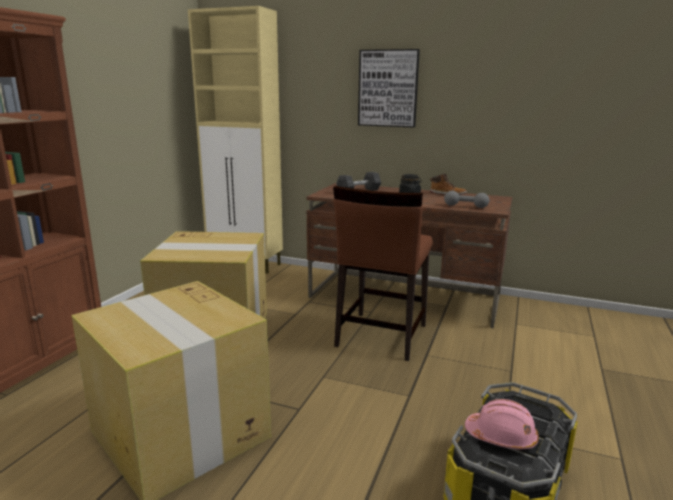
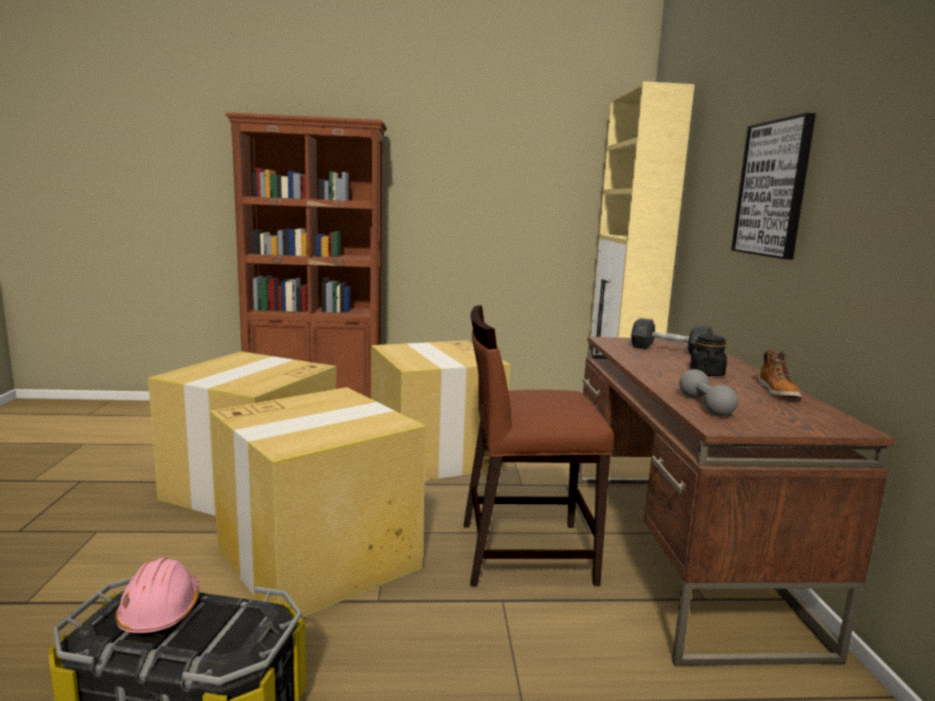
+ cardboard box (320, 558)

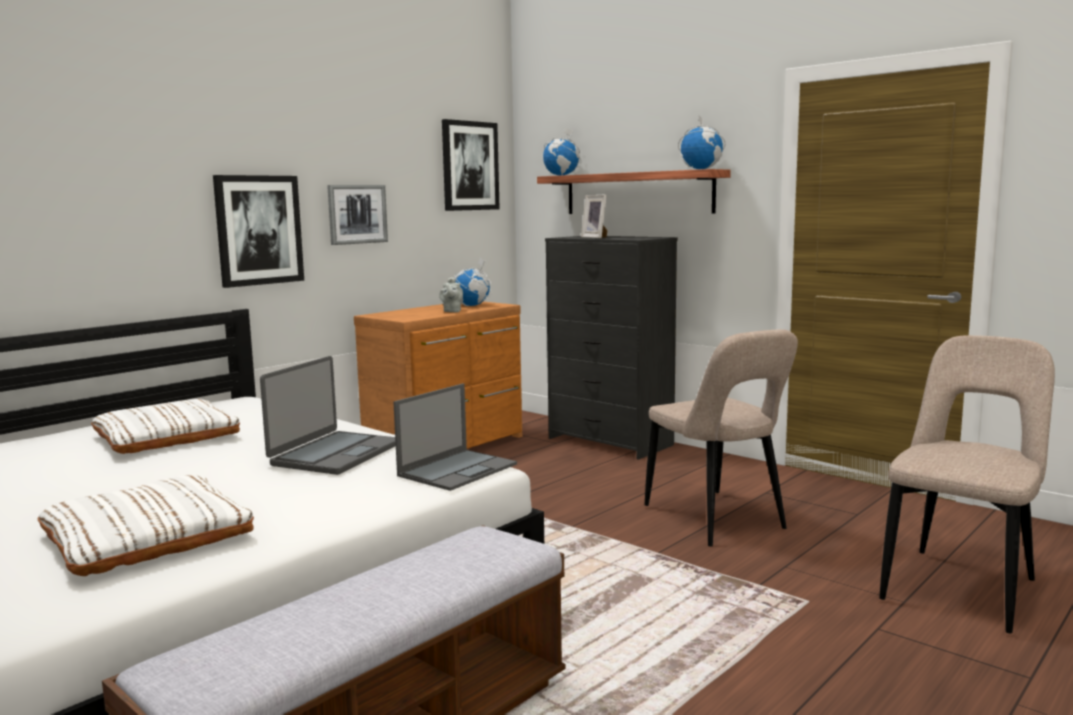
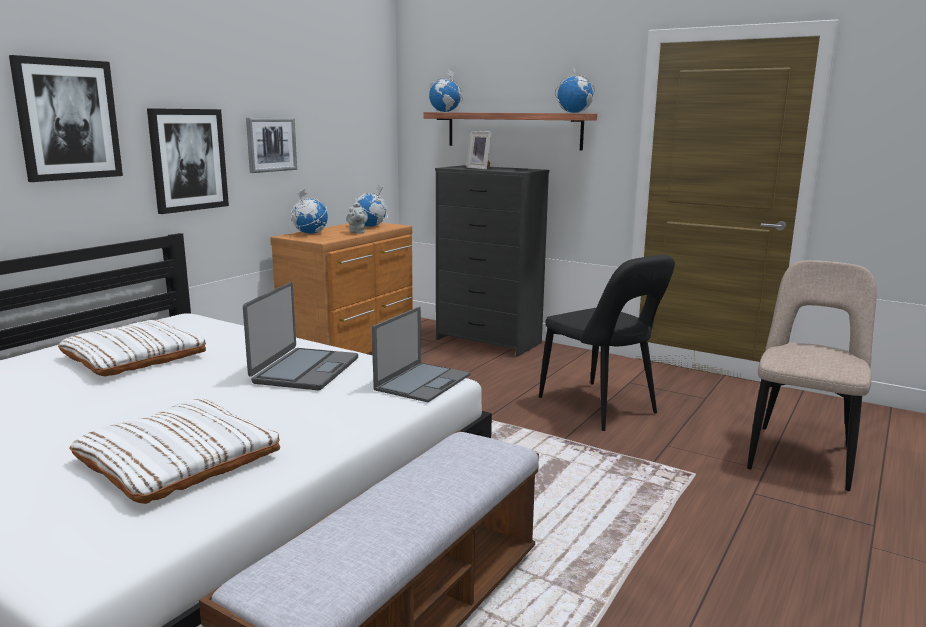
+ globe (310, 233)
~ picture (470, 166) to (68, 120)
~ chair in beige (717, 520) to chair in black (601, 408)

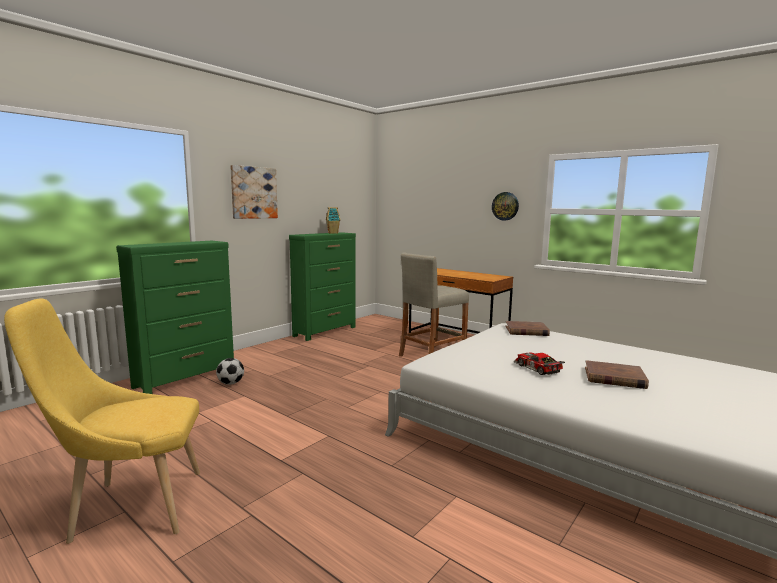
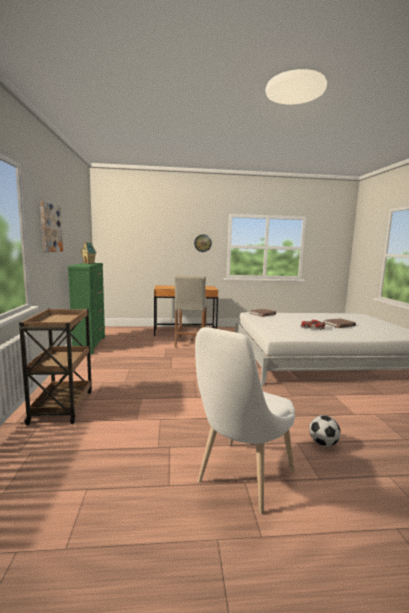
~ football (230, 383) to (323, 444)
~ dresser in green (186, 378) to cart in brown (62, 406)
~ chair in yellow (129, 507) to chair in white (242, 479)

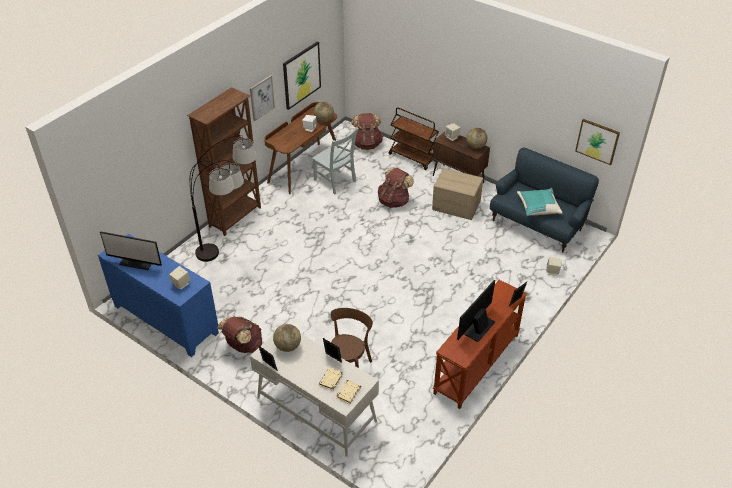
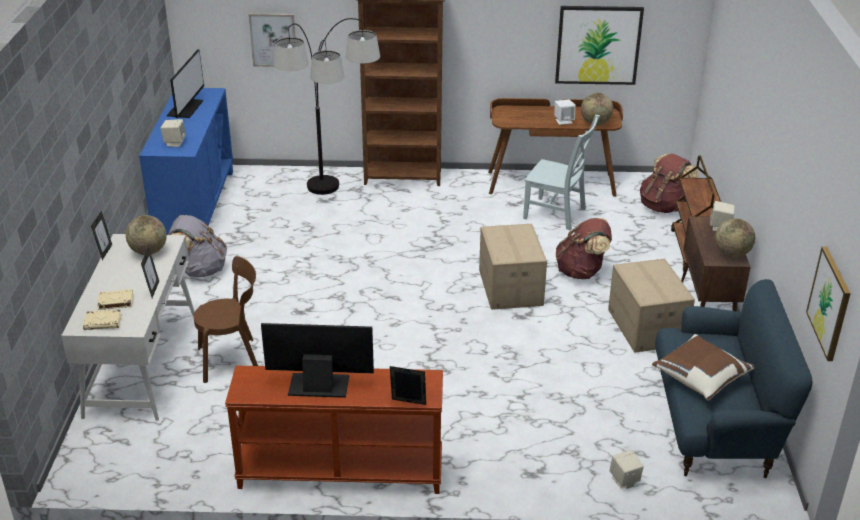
+ cardboard box (509, 287)
~ picture (261, 97) to (273, 39)
~ backpack in brown (243, 346) to backpack in grey (200, 270)
~ pillow in turquoise (538, 208) to pillow in brown (700, 378)
~ monitor (137, 261) = (186, 108) 150 degrees counterclockwise
~ chair in grey (335, 181) = (557, 214) 75 degrees counterclockwise

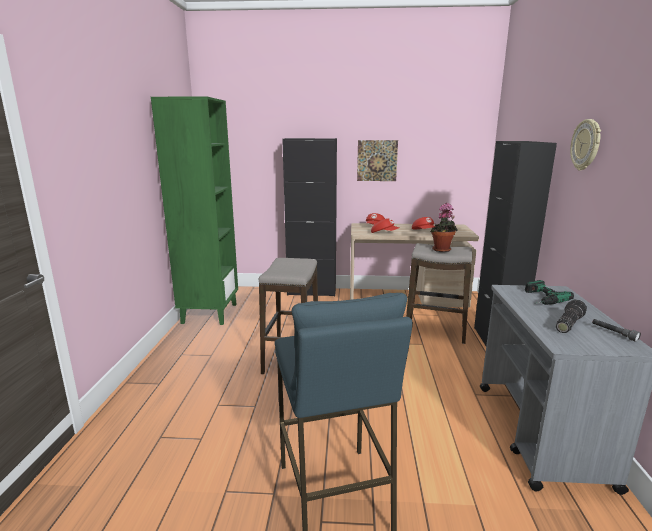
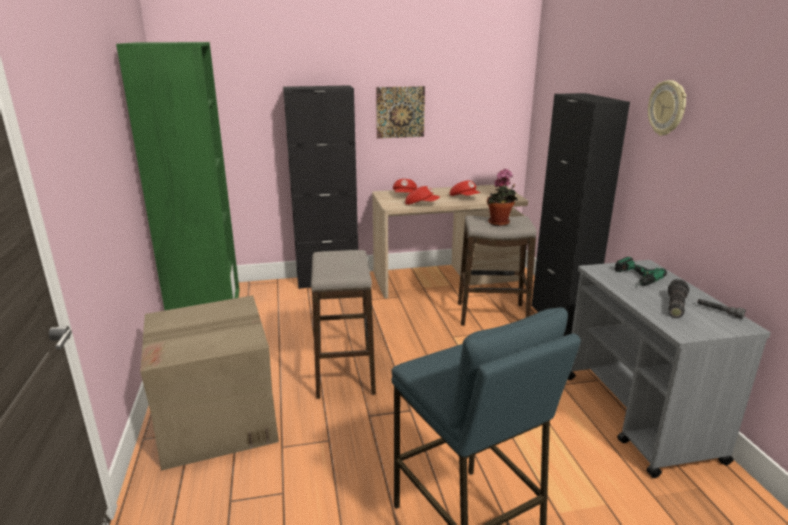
+ cardboard box (218, 420)

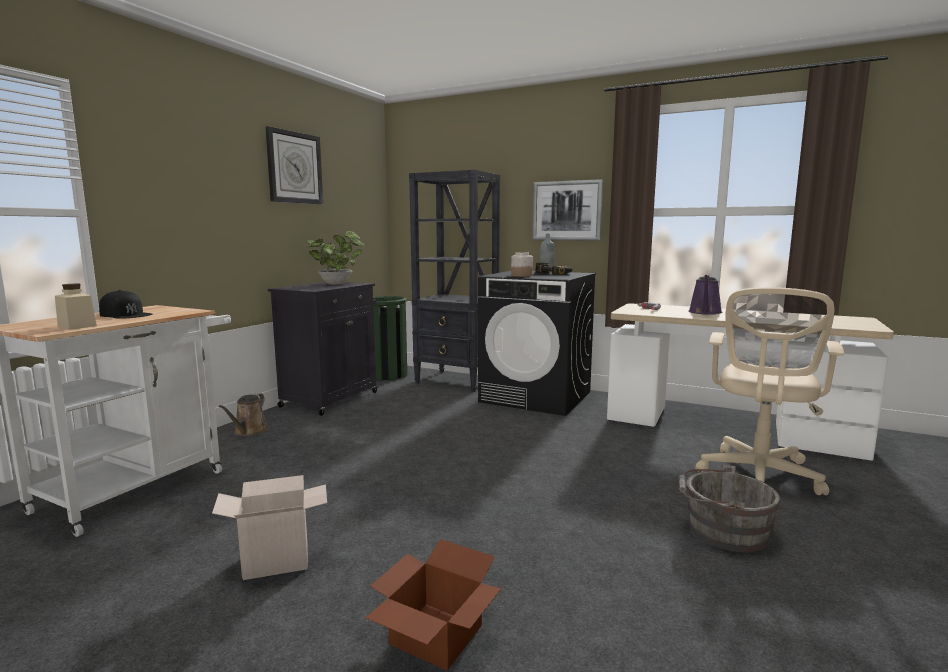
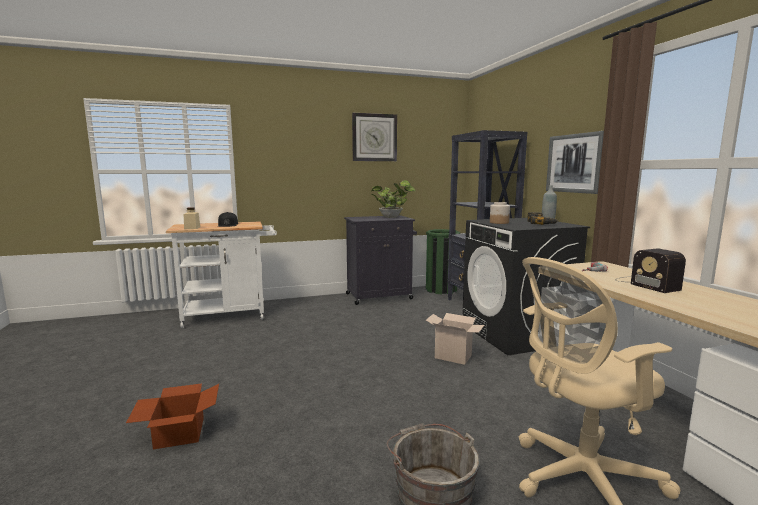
- watering can in brown (249, 431)
~ cardboard box (278, 560) to (454, 356)
~ watering can in purple (705, 312) to radio (644, 283)

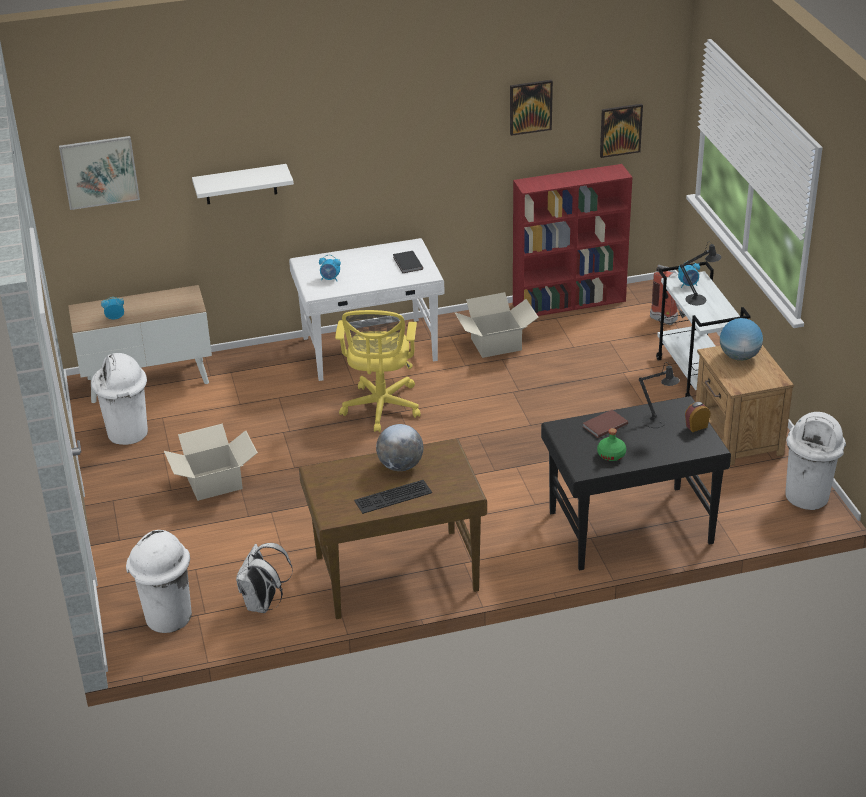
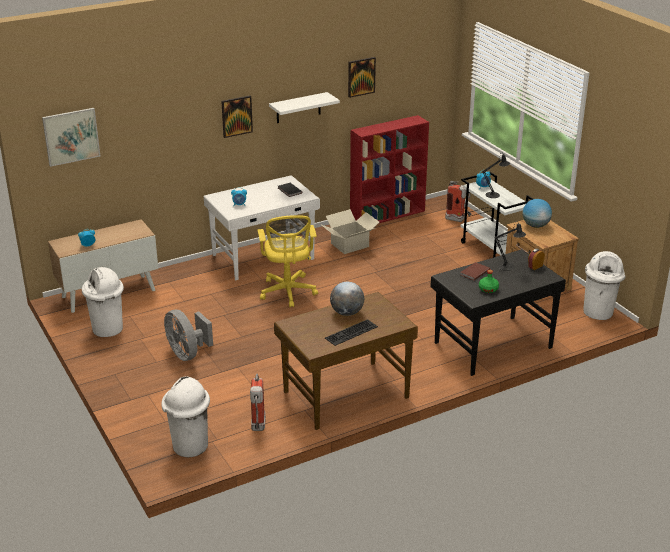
~ shelf in white (240, 184) to (298, 108)
~ picture (620, 130) to (236, 116)
~ cardboard box (215, 483) to fan in grey (187, 353)
~ backpack in white (263, 604) to fire extinguisher (258, 427)

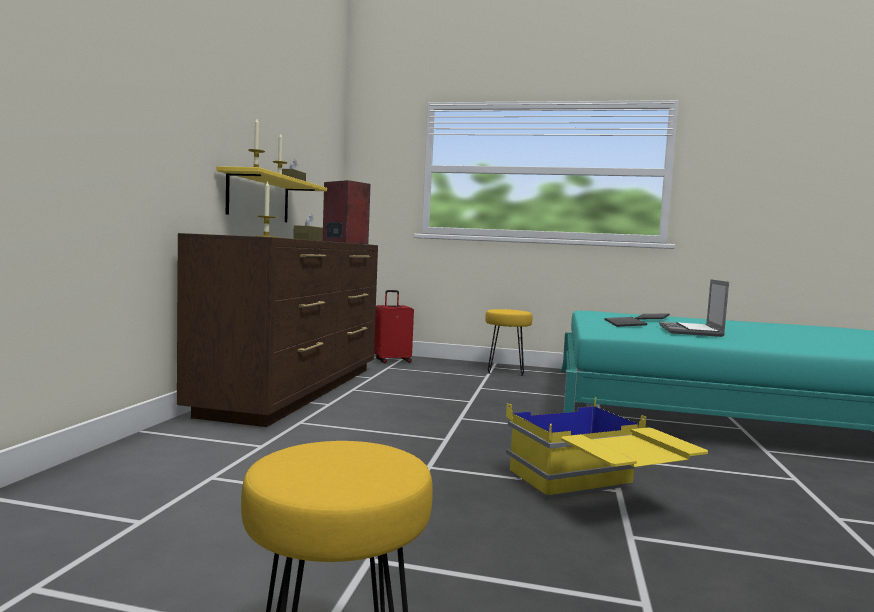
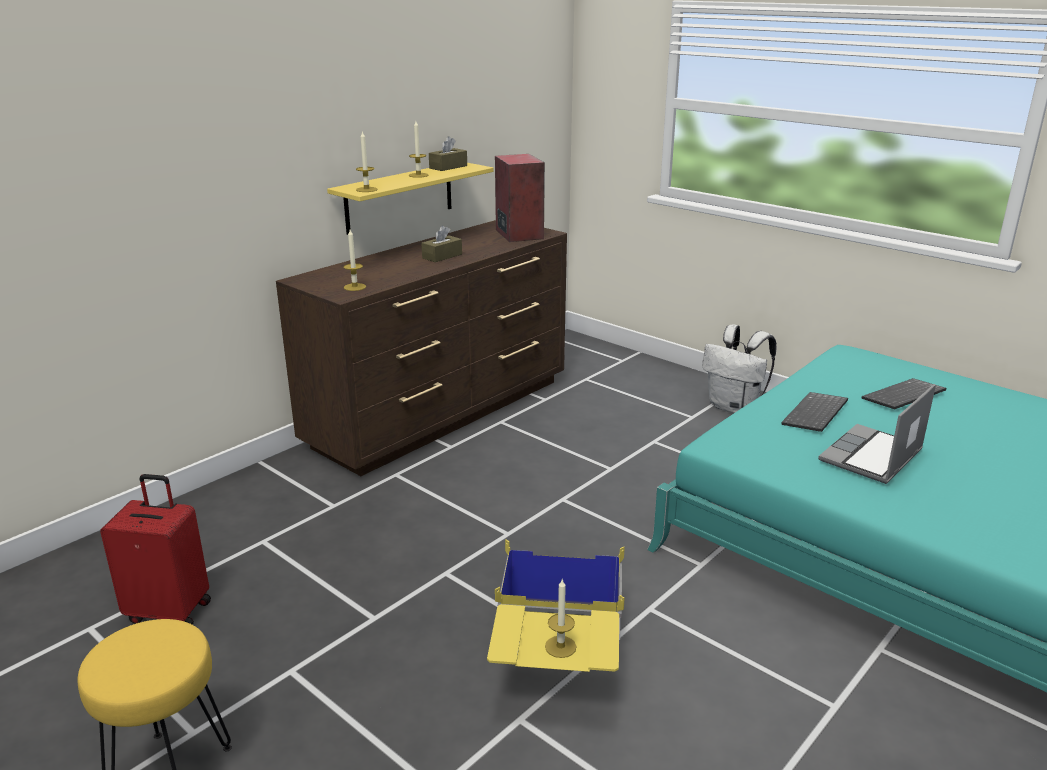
+ candle (560, 646)
~ suitcase in red (392, 361) to (170, 610)
~ stool in yellow (506, 371) to backpack in white (735, 407)

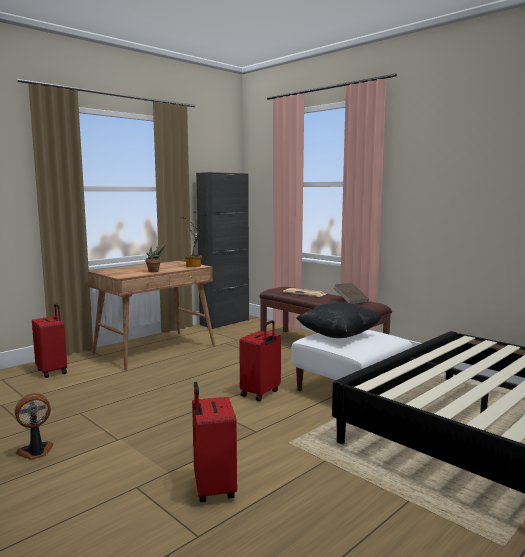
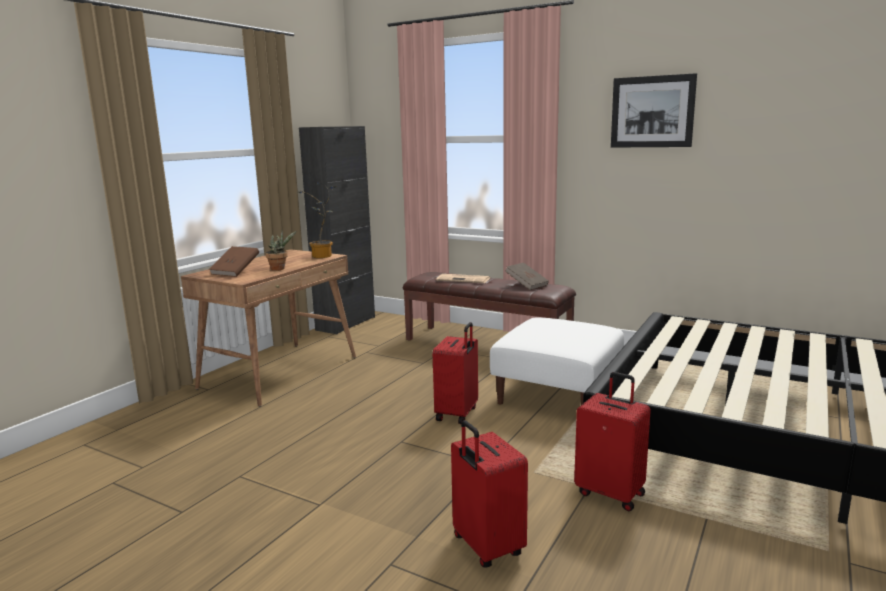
- fan (36, 452)
- pillow in black (338, 335)
+ book in brown (235, 272)
+ picture (652, 112)
~ suitcase in red (52, 371) to (611, 493)

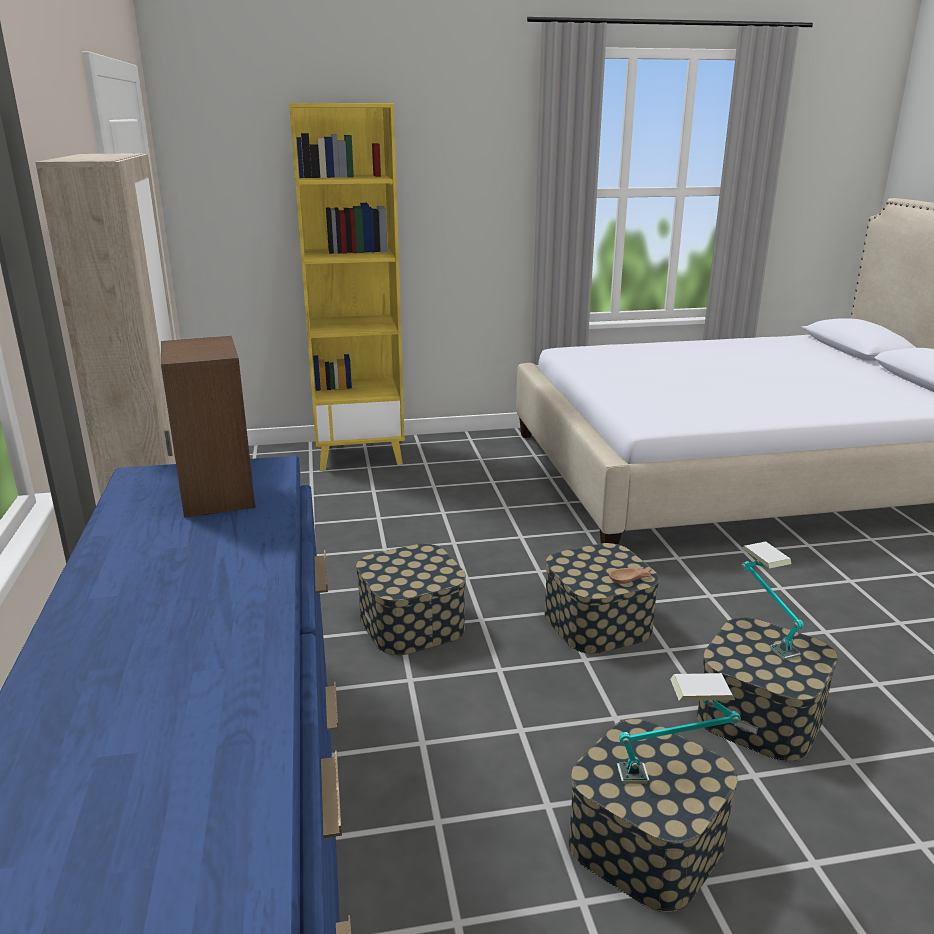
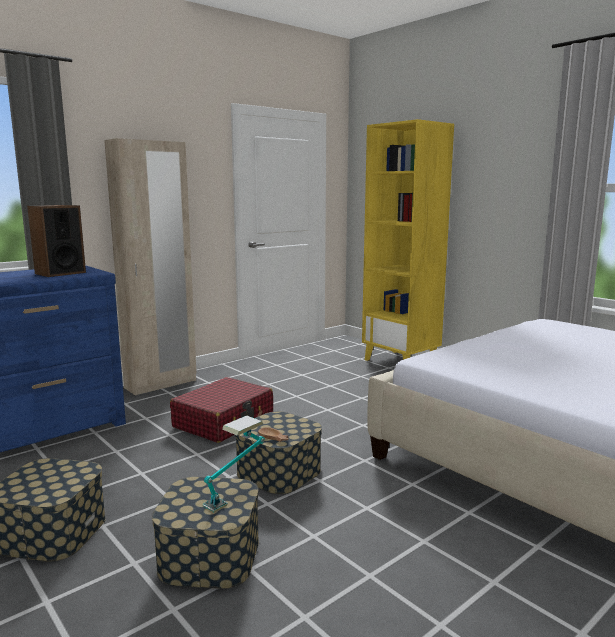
- table lamp (673, 773)
~ storage box (411, 623) to suitcase in red (224, 421)

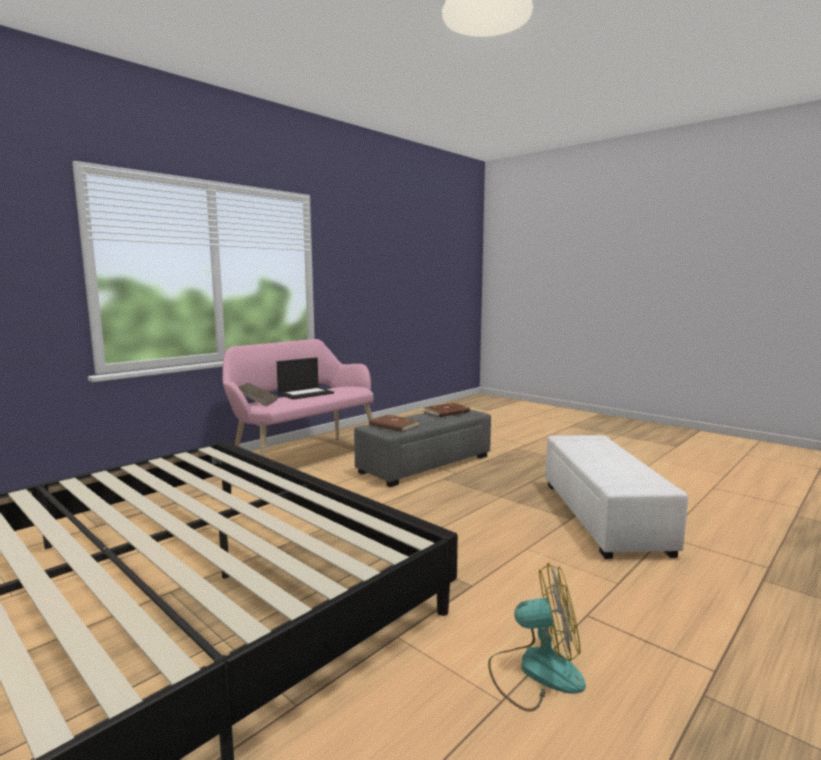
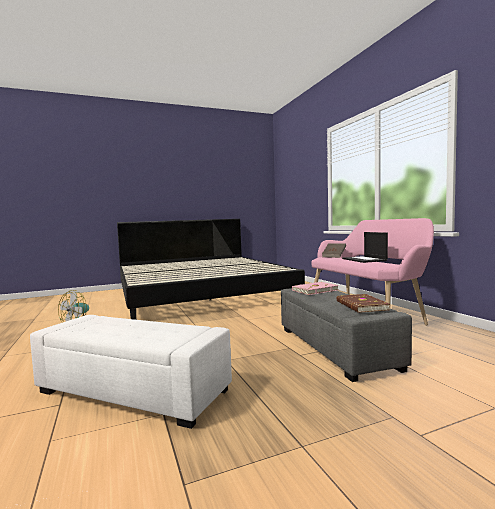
~ book in brown (394, 425) to book in pink (314, 290)

